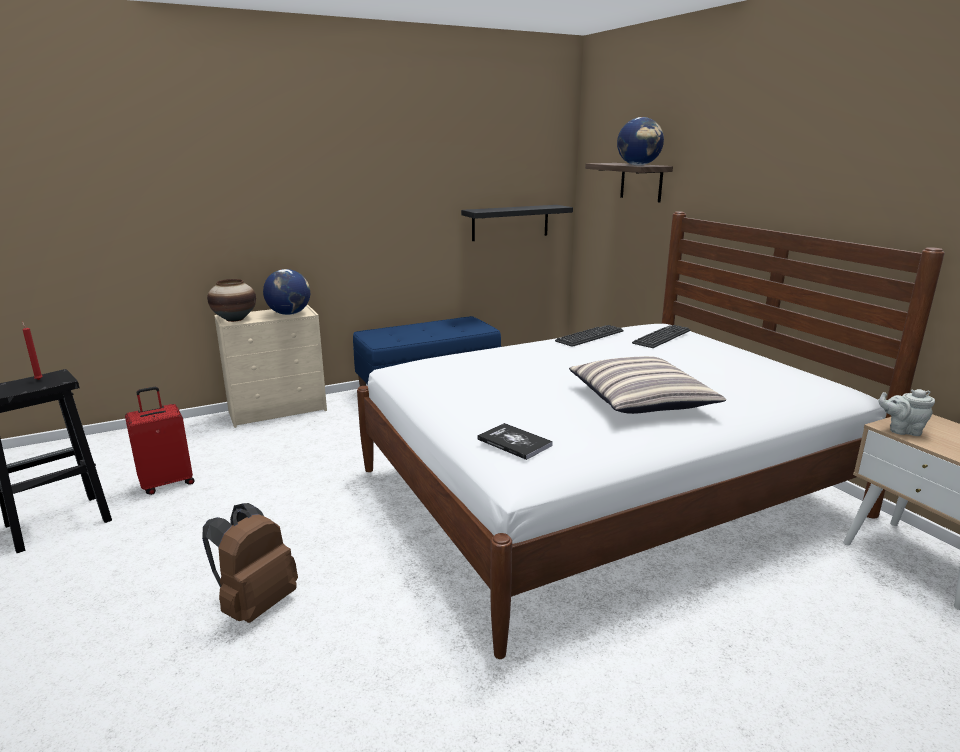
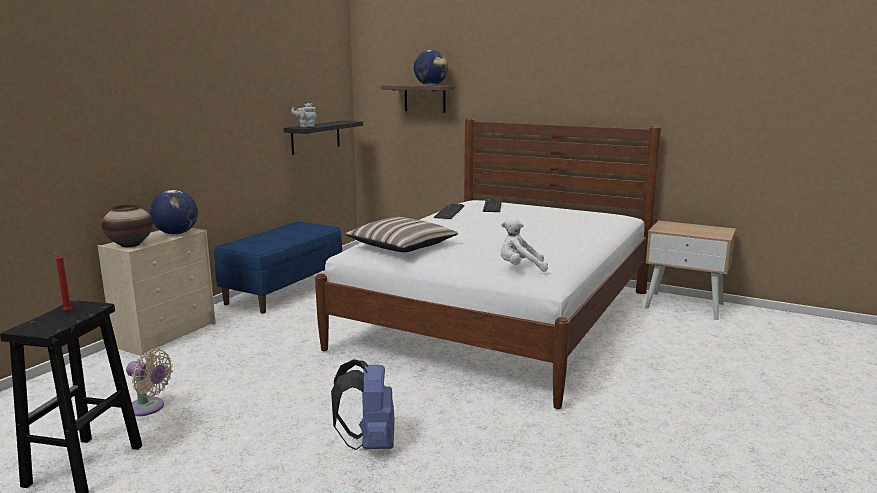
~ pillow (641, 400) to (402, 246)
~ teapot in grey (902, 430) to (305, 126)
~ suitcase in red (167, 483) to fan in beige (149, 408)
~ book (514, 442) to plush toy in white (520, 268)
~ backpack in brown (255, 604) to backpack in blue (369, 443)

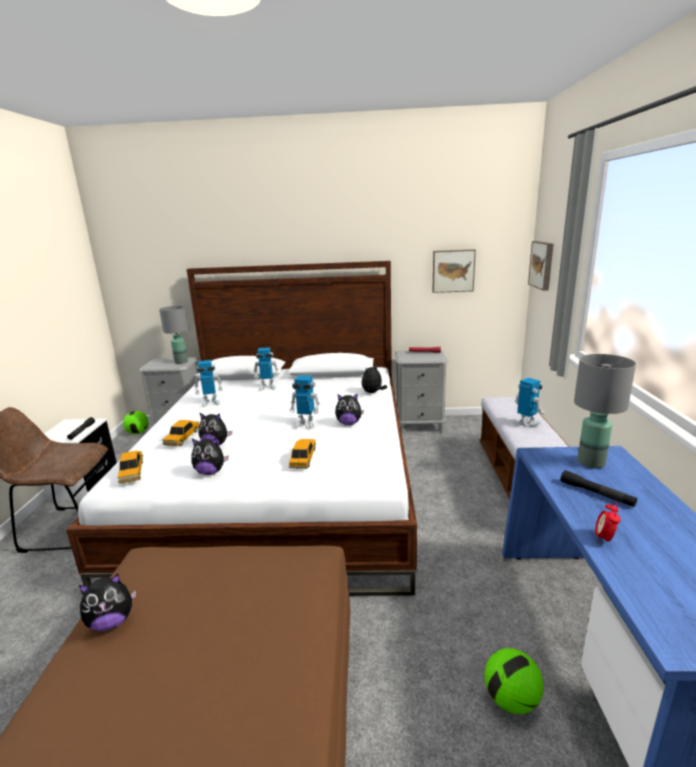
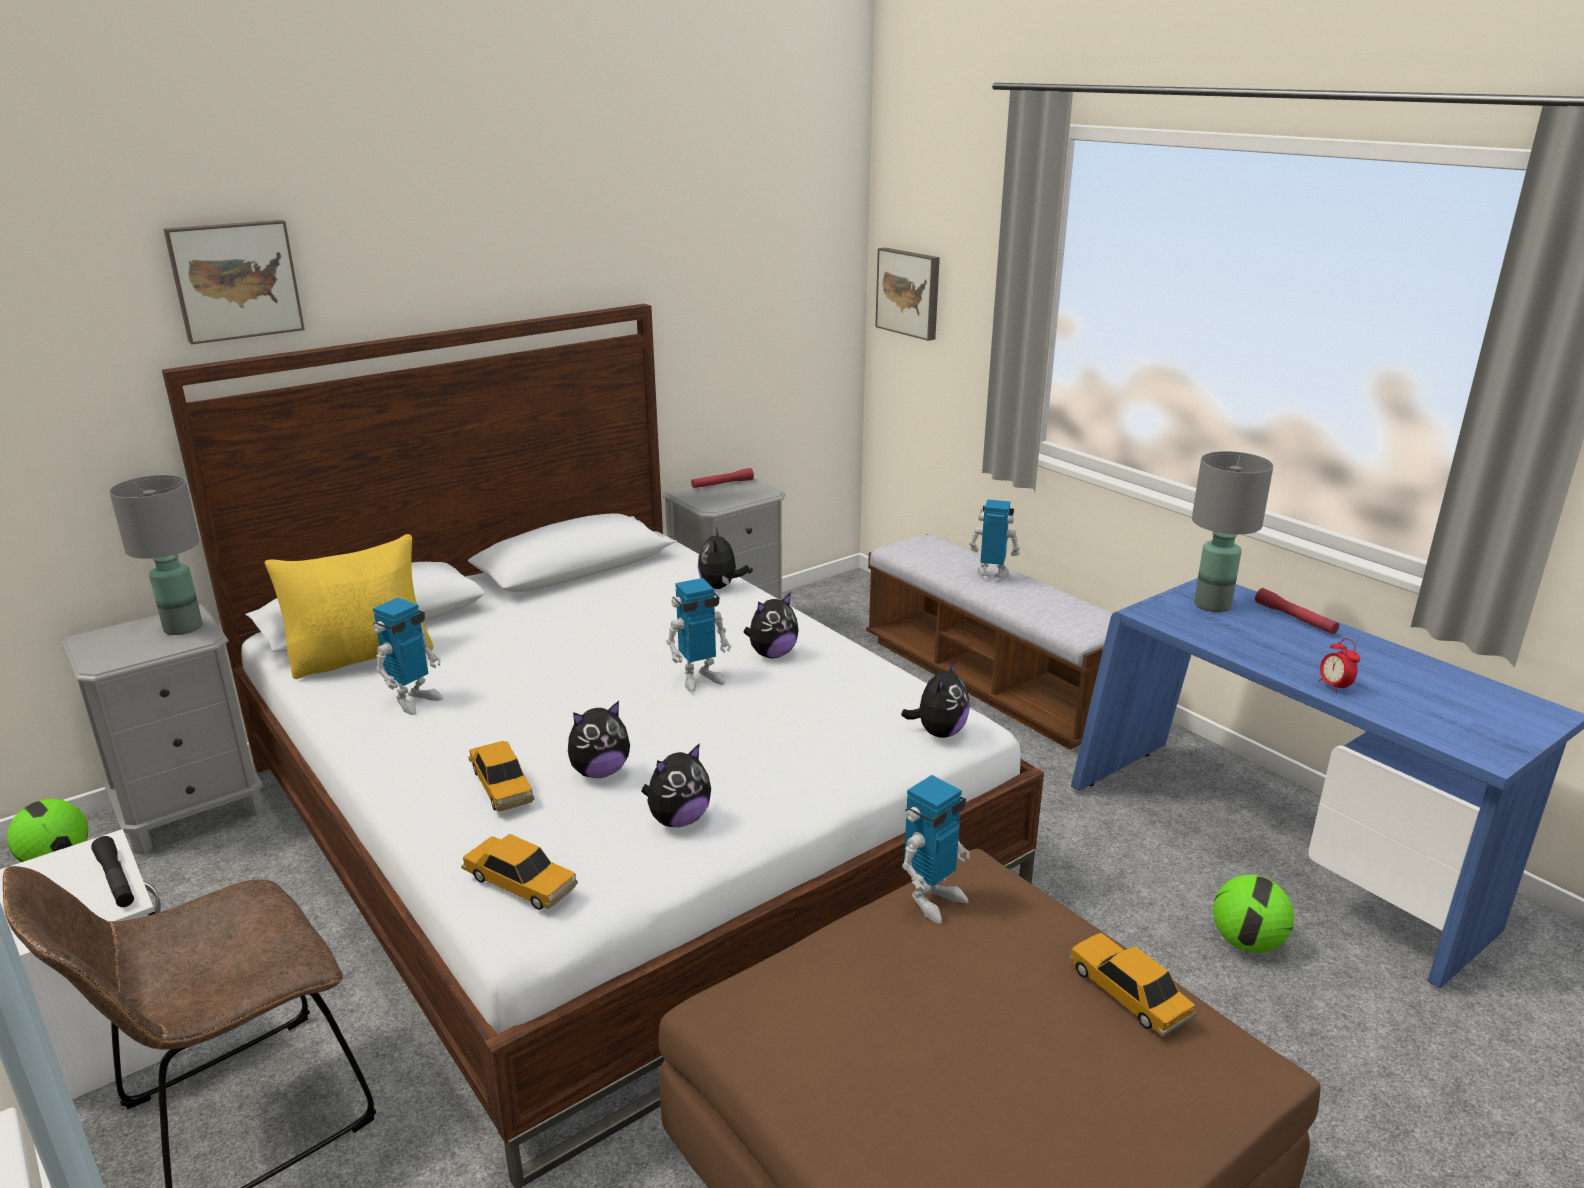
- flashlight in black (596, 494)
+ pillow in yellow (362, 657)
+ flashlight in red (1295, 618)
~ plush toy (112, 622) to (939, 732)
~ toy robot (267, 387) to (933, 899)
~ toy car (303, 458) to (1128, 993)
~ picture (453, 271) to (235, 280)

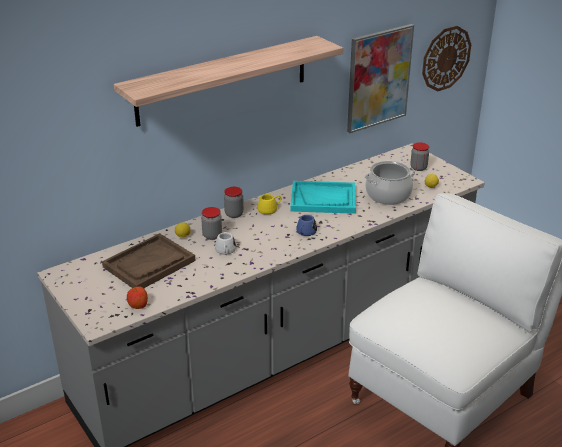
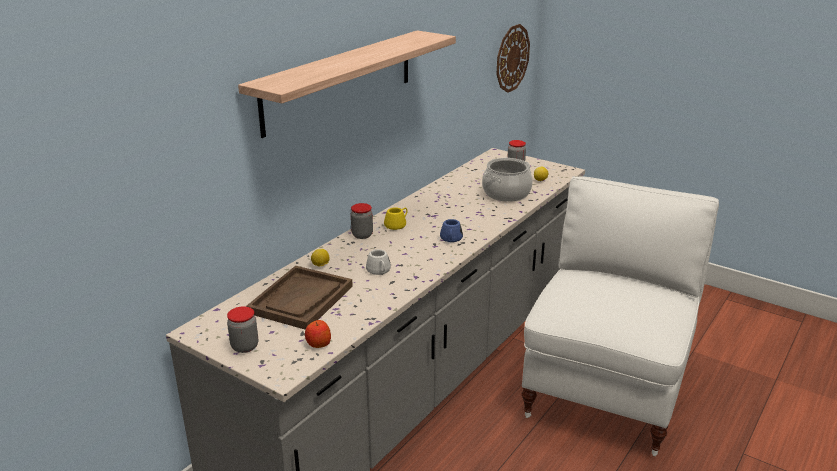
- tray in turquoise (323, 199)
- picture (378, 78)
~ jar (212, 235) to (245, 346)

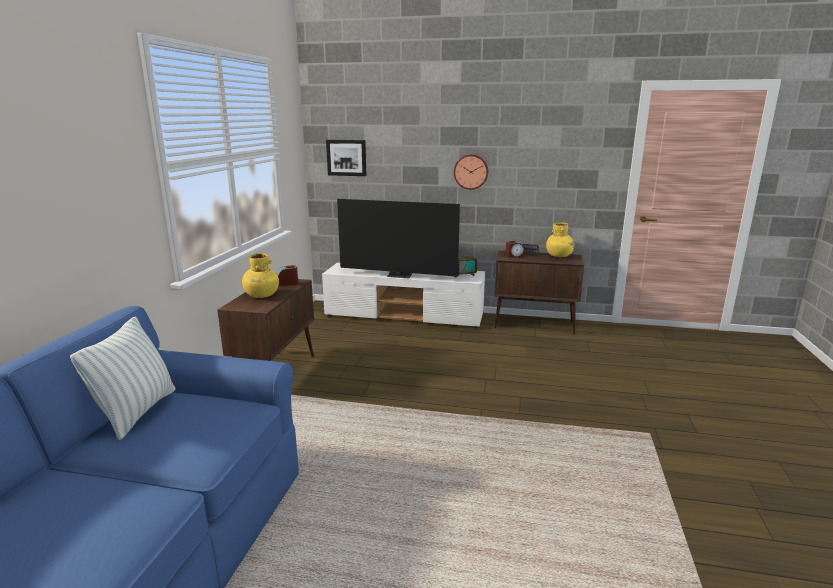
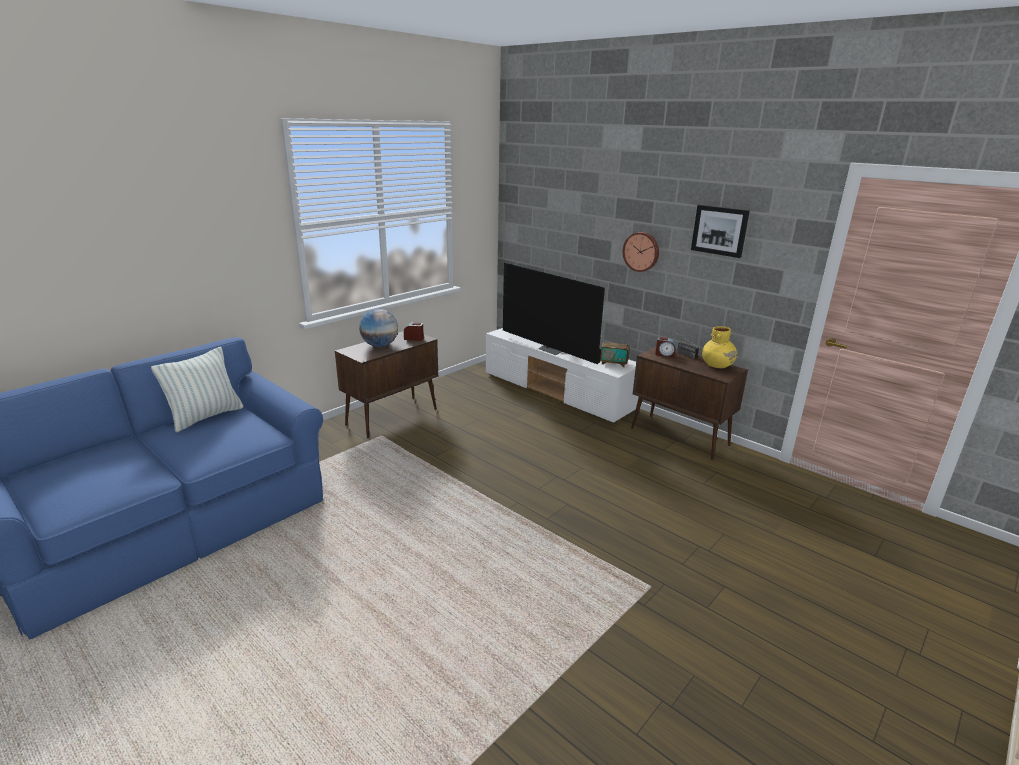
~ picture (346, 157) to (719, 230)
~ vase in yellow (261, 295) to globe (380, 345)

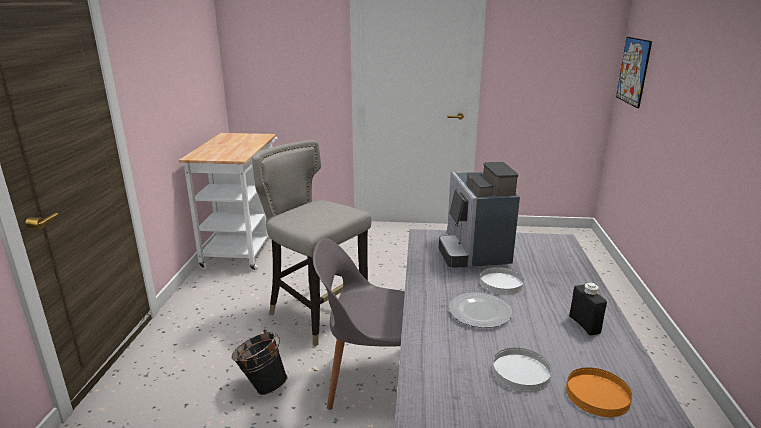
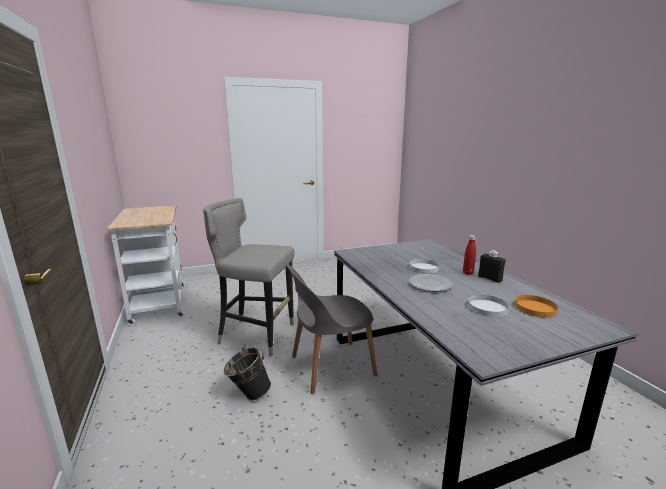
- coffee machine (473, 252)
- picture (633, 71)
+ bottle in red (468, 273)

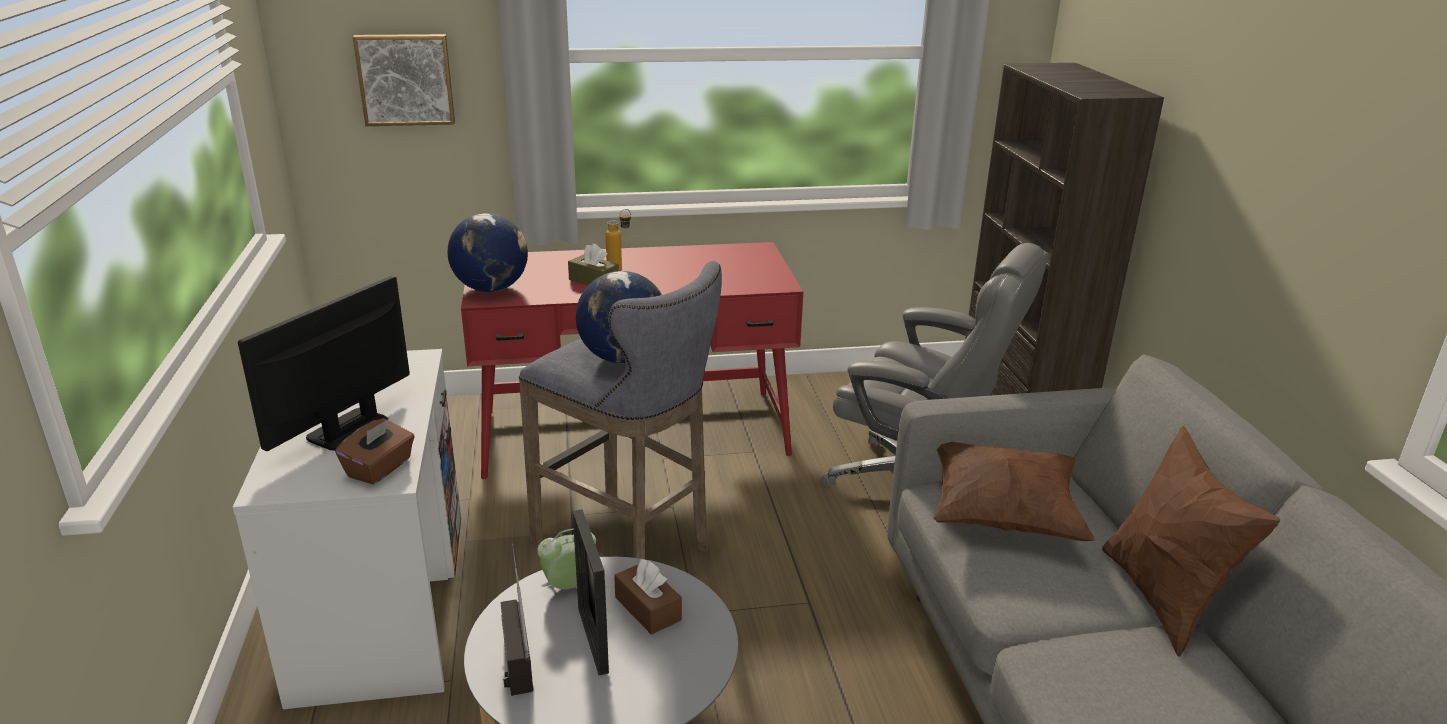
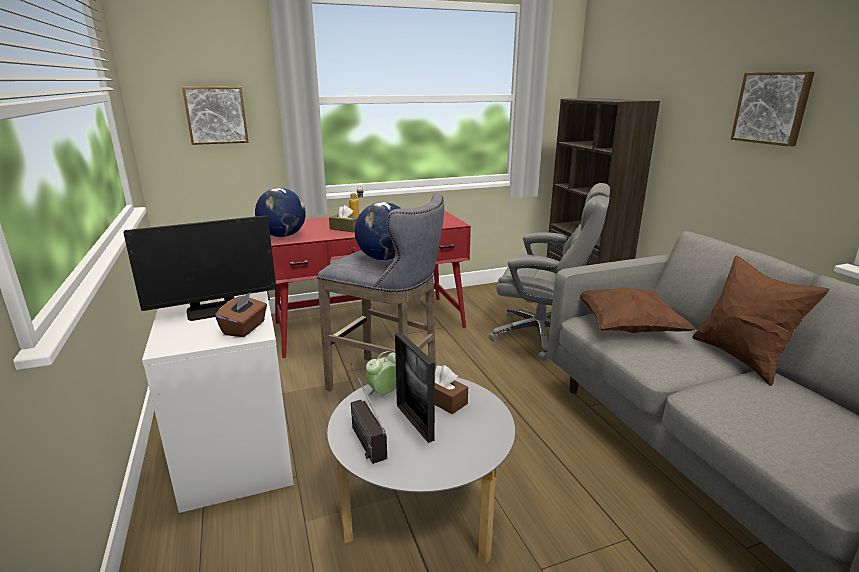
+ picture (772, 108)
~ monitor (348, 429) = (214, 310) 135 degrees counterclockwise

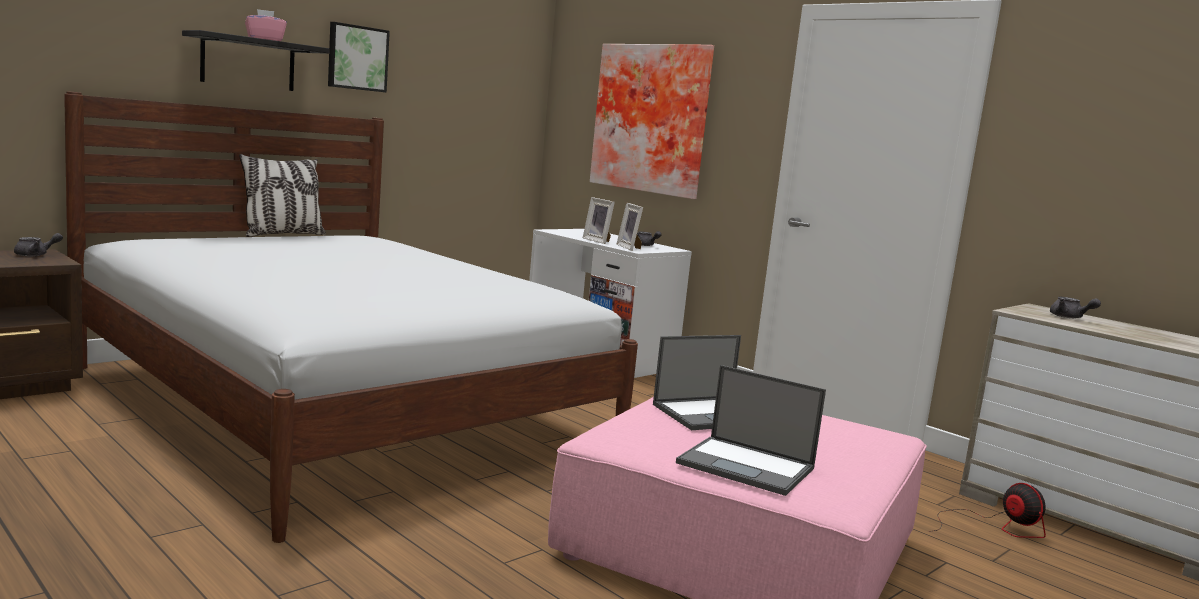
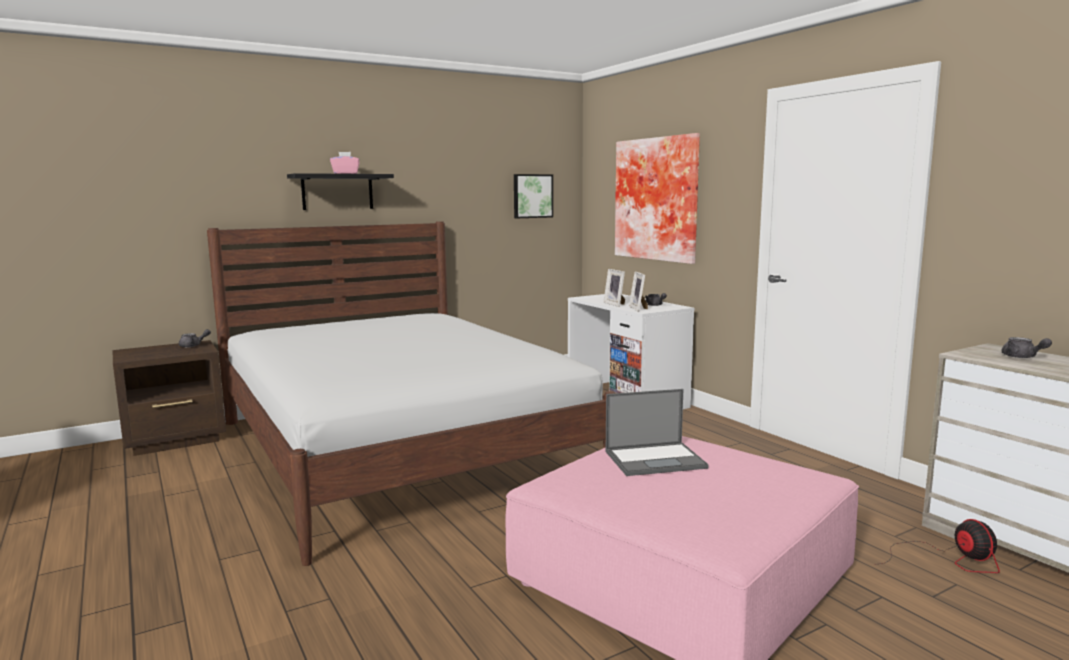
- pillow (282, 235)
- laptop (747, 466)
~ picture (357, 58) to (532, 196)

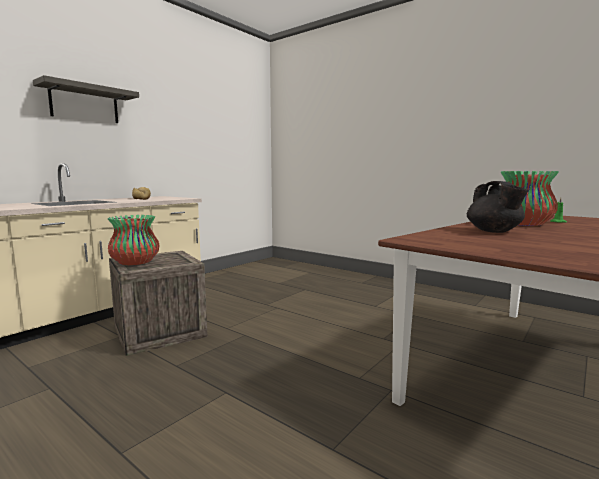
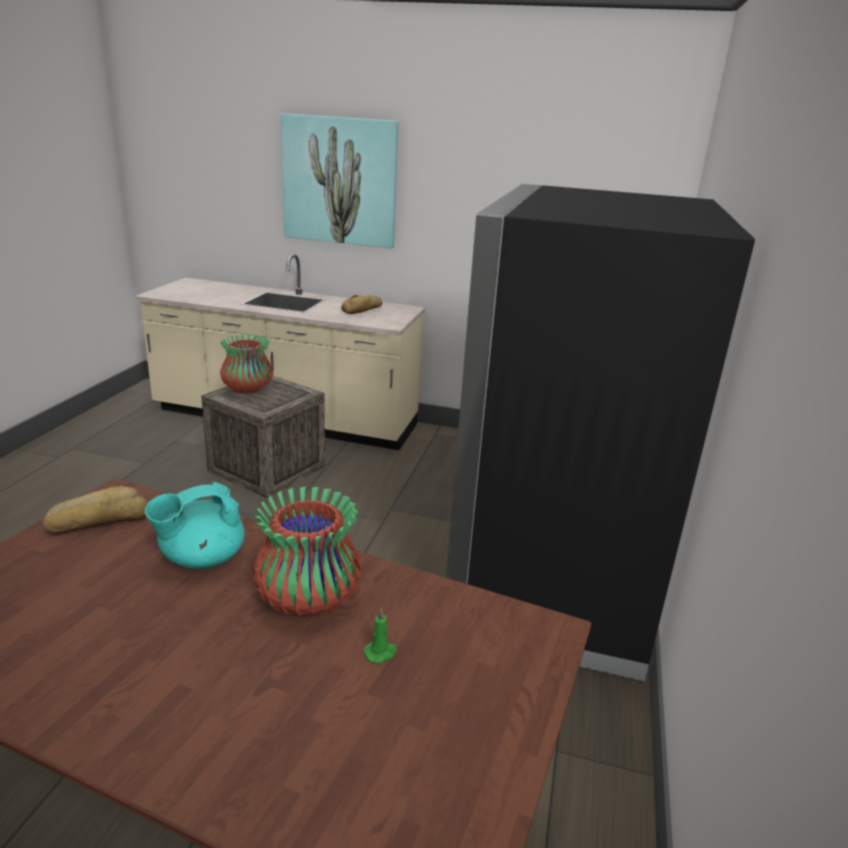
+ bread (98, 520)
+ fridge in black (550, 580)
~ shelf (84, 104) to picture (340, 181)
~ teapot in black (494, 231) to teapot in turquoise (201, 559)

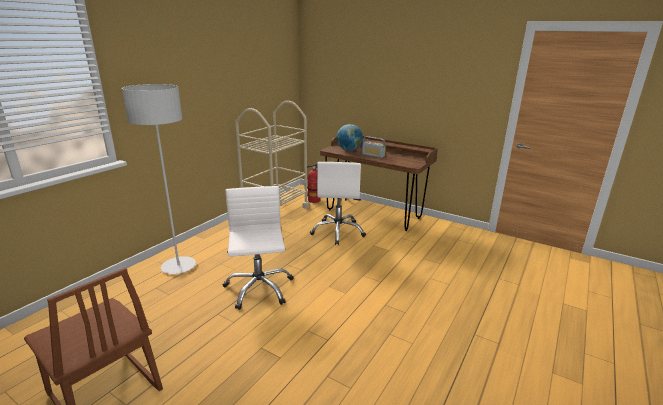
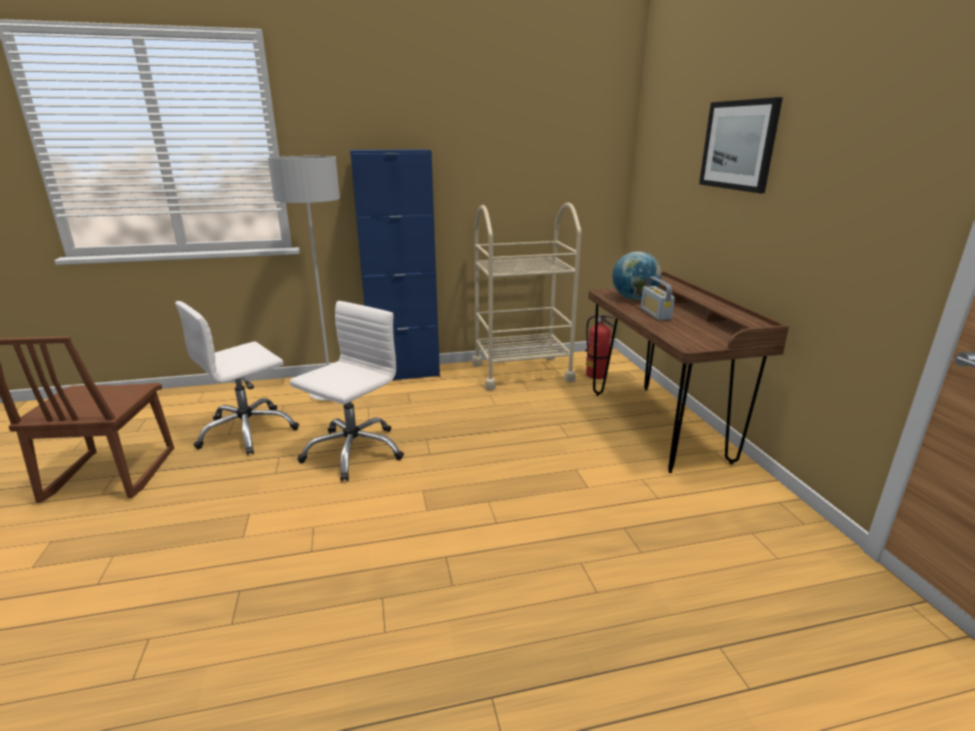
+ cabinet in blue (404, 373)
+ picture (738, 145)
~ office chair in white (338, 231) to (247, 431)

